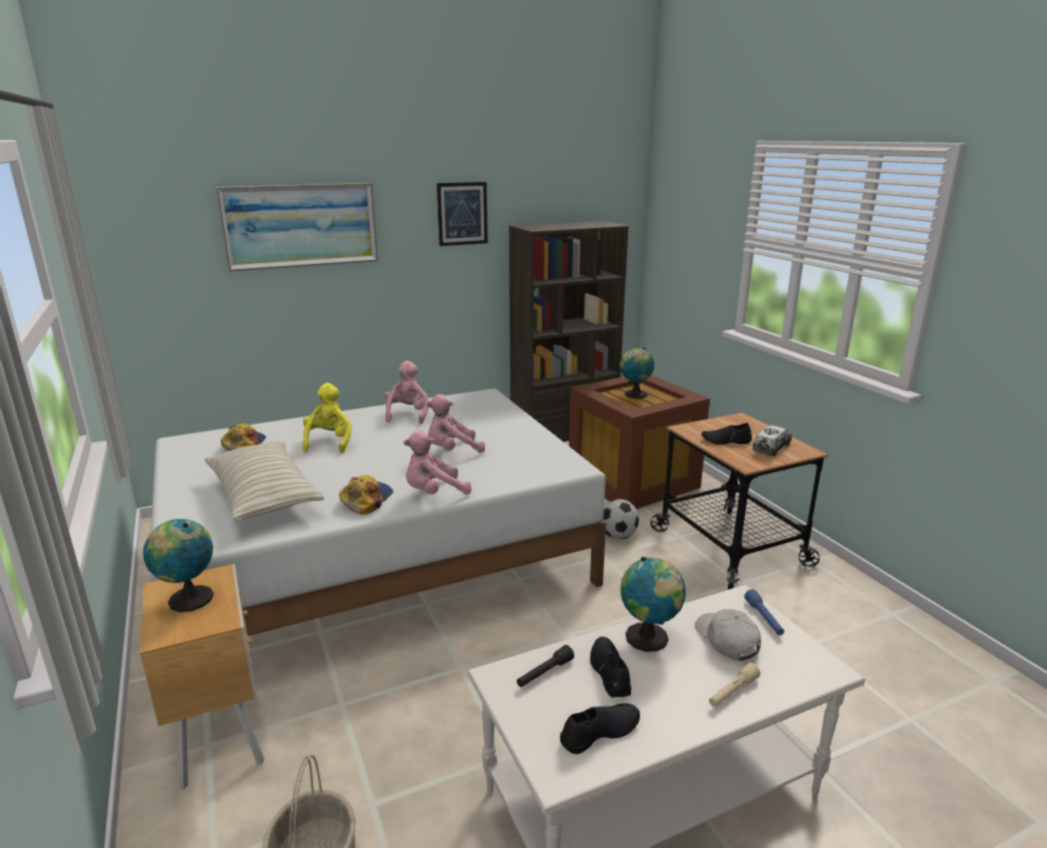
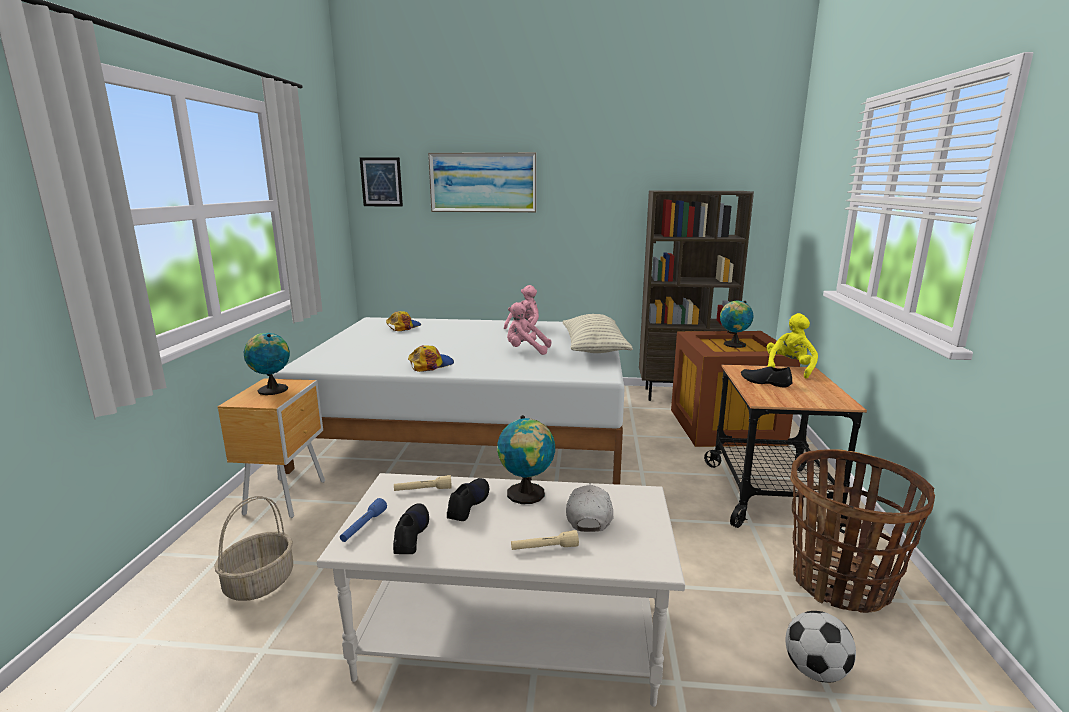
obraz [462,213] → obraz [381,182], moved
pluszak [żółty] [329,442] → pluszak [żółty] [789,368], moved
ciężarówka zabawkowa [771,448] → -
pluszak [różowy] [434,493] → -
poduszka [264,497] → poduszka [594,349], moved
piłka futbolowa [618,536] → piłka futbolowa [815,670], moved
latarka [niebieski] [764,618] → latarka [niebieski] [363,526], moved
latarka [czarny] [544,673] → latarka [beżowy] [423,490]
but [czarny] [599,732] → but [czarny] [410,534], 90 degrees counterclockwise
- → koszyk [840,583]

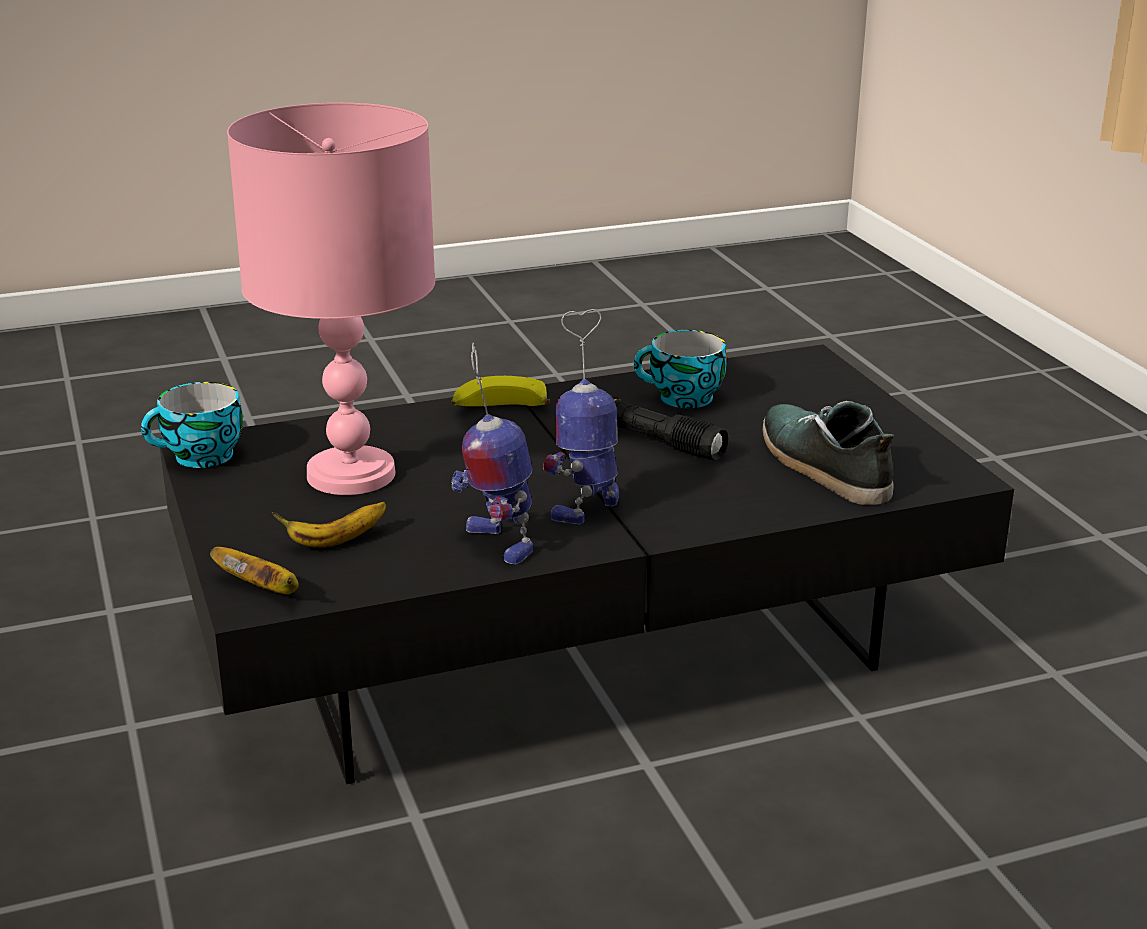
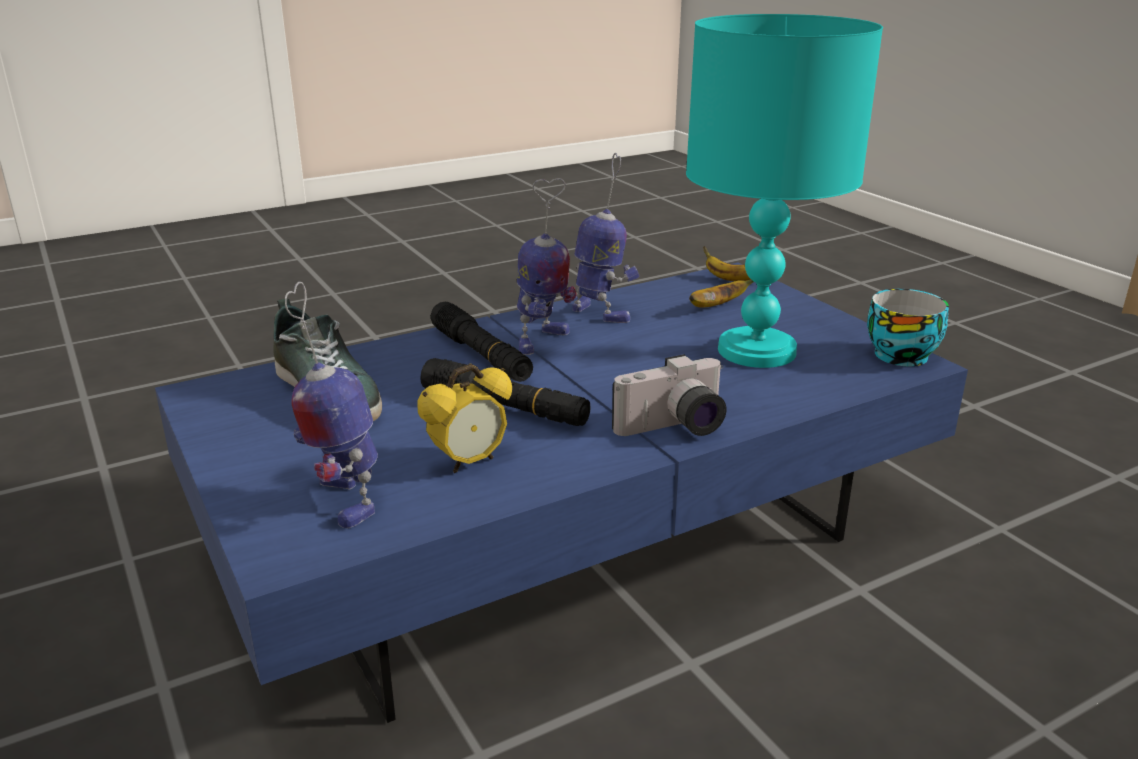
lampa stołowa [różowy] [353,474] → lampa stołowa [turkusowy] [755,351]
filiżanka [682,399] → budzik [469,462]
ława [czarny] [572,644] → ława [niebieski] [569,540]
banan [498,409] → aparat fotograficzny [674,429]
- → robot zabawkowy [343,500]
- → latarka [czarny] [481,355]

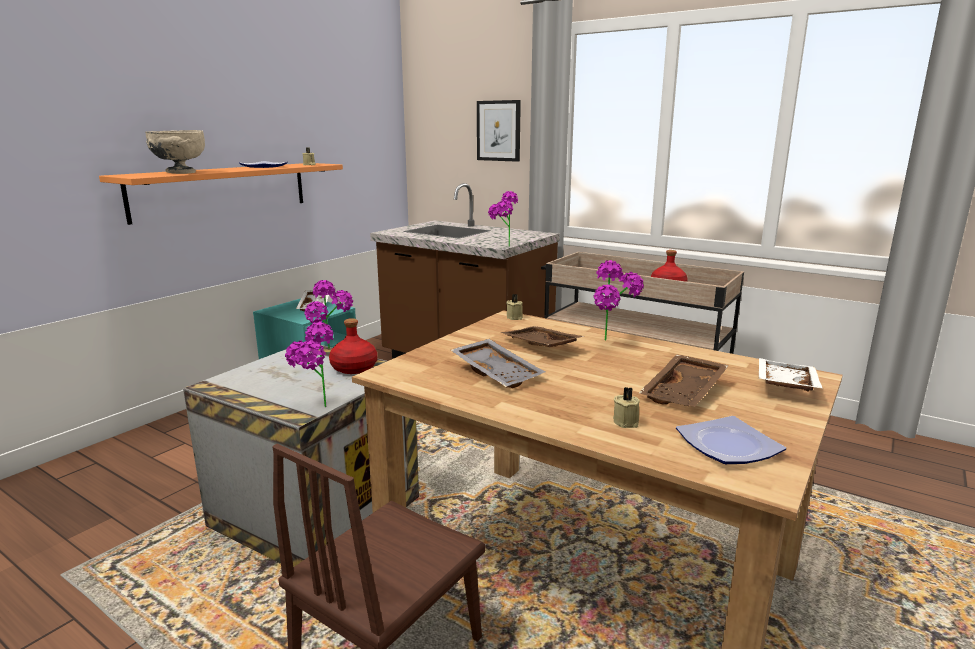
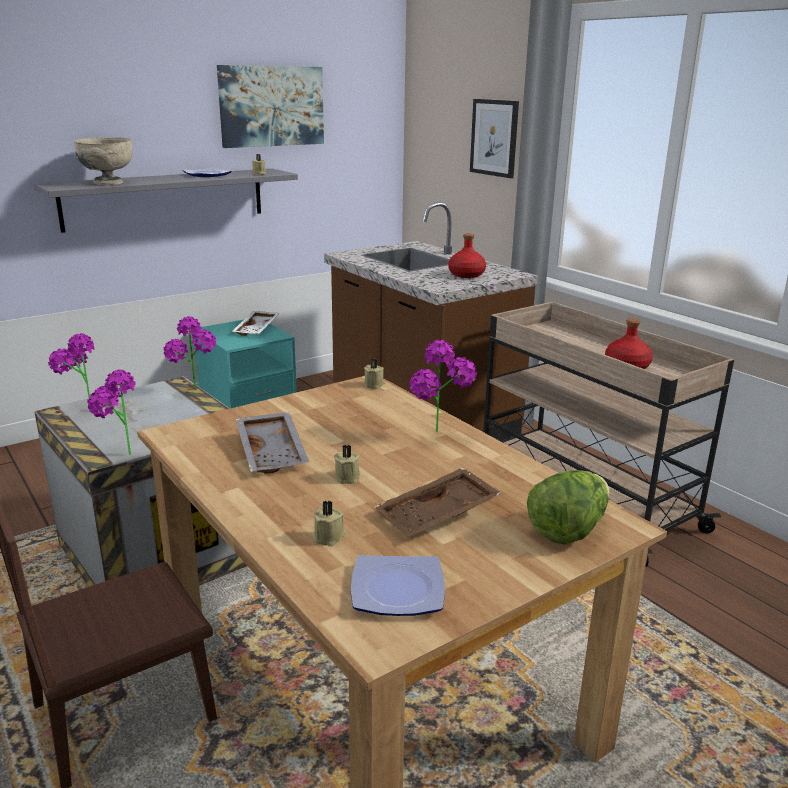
półka [pomarańczowy] [222,190] → półka [szary] [165,198]
roślina doniczkowa [503,247] → roślina doniczkowa [80,410], moved
butelka [czerwony] [354,368] → butelka [czerwony] [467,274], moved
taca [brązowy] [539,346] → -
taca [biały] [783,385] → sałata [568,530]
- → obraz [271,106]
- → świeca [beżowy] [348,477]

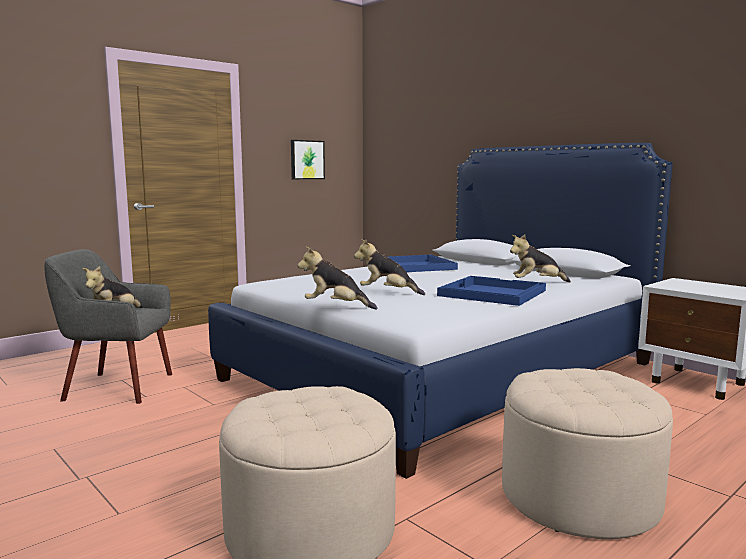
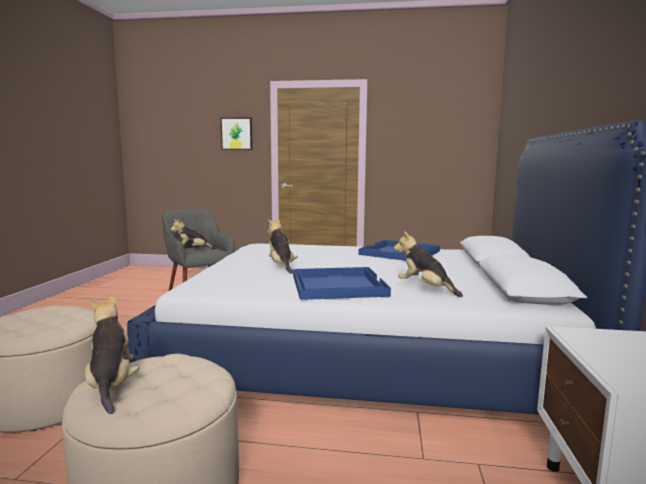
obraz [307,159] → obraz [237,134], moved
pluszak [336,306] → pluszak [111,385], moved

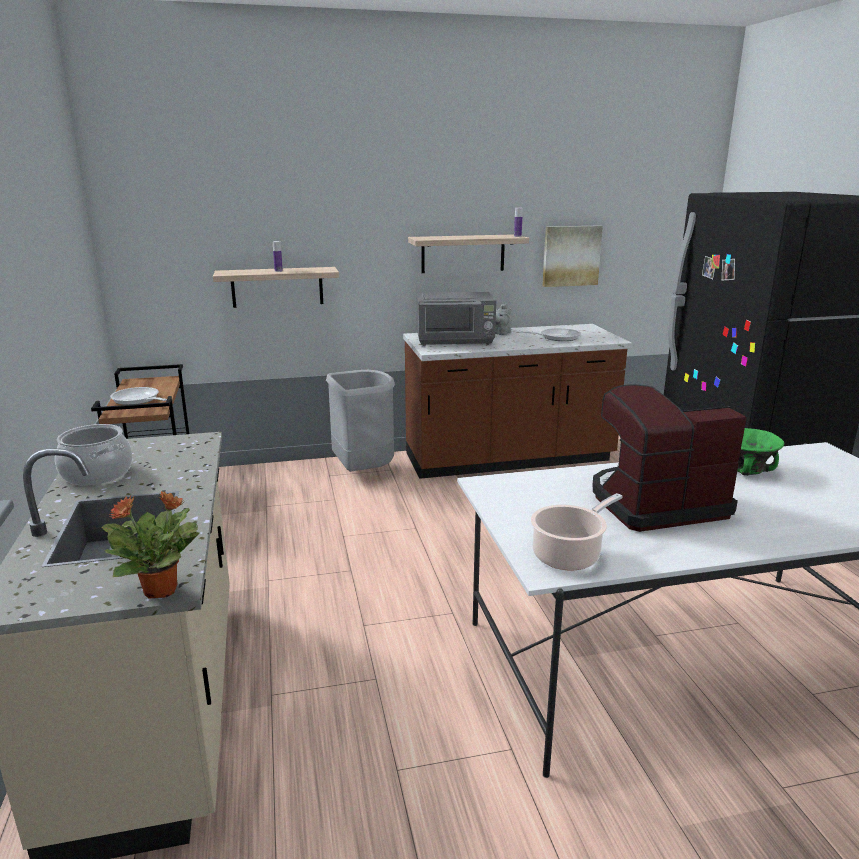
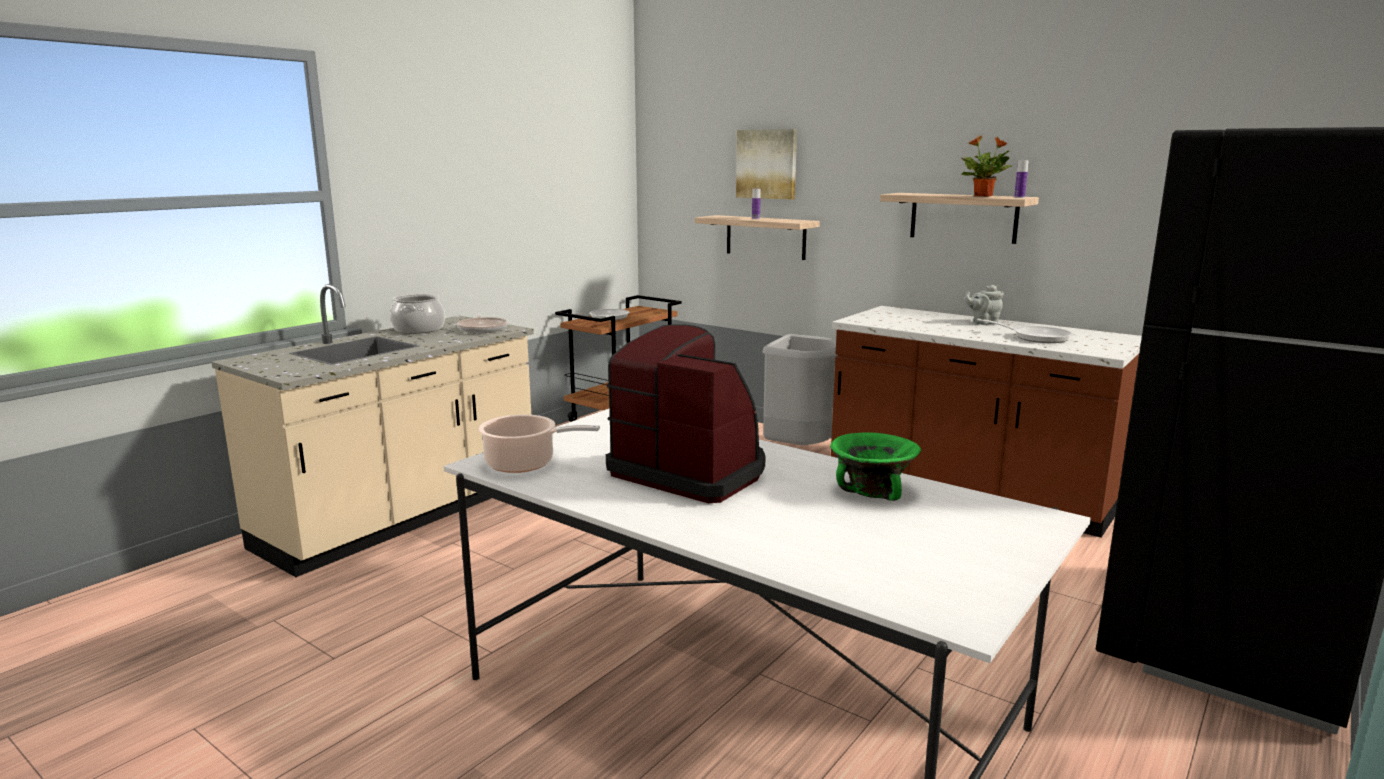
obraz [571,256] → obraz [767,164], moved
mikrofalówka [szary] [455,341] → -
roślina doniczkowa [162,590] → roślina doniczkowa [983,196], moved
- → patelnia [482,328]

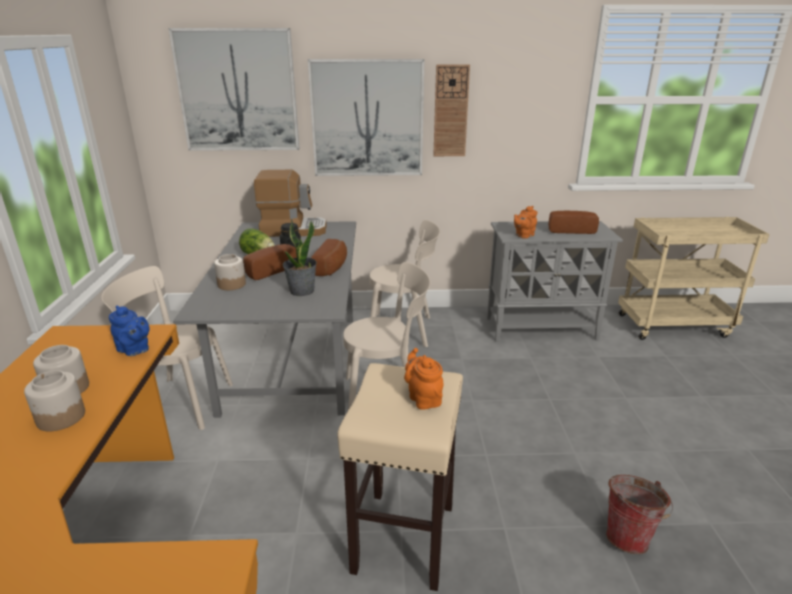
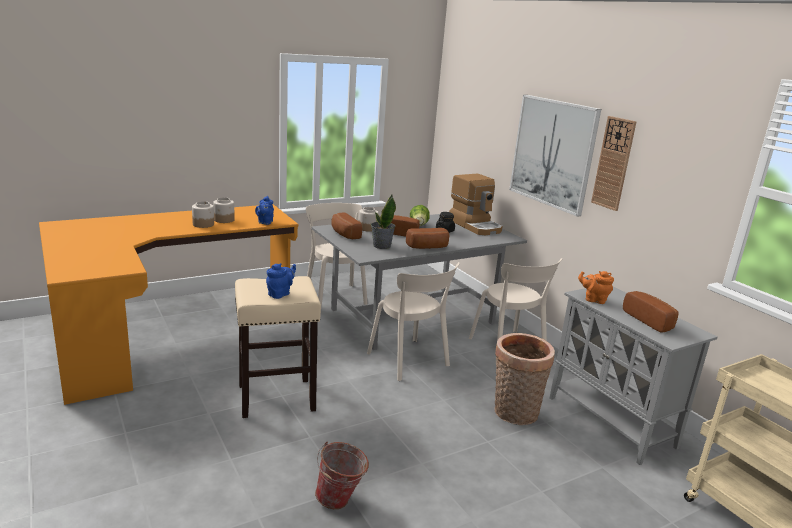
obraz [238,91] → -
imbryk [pomarańczowy] [423,398] → imbryk [niebieski] [280,294]
- → chleb [344,234]
- → koszyk [514,414]

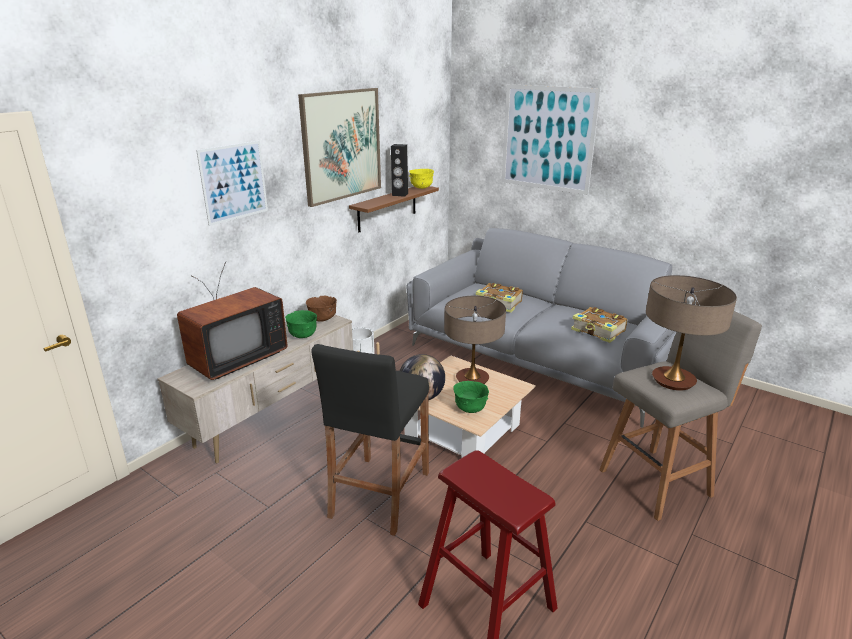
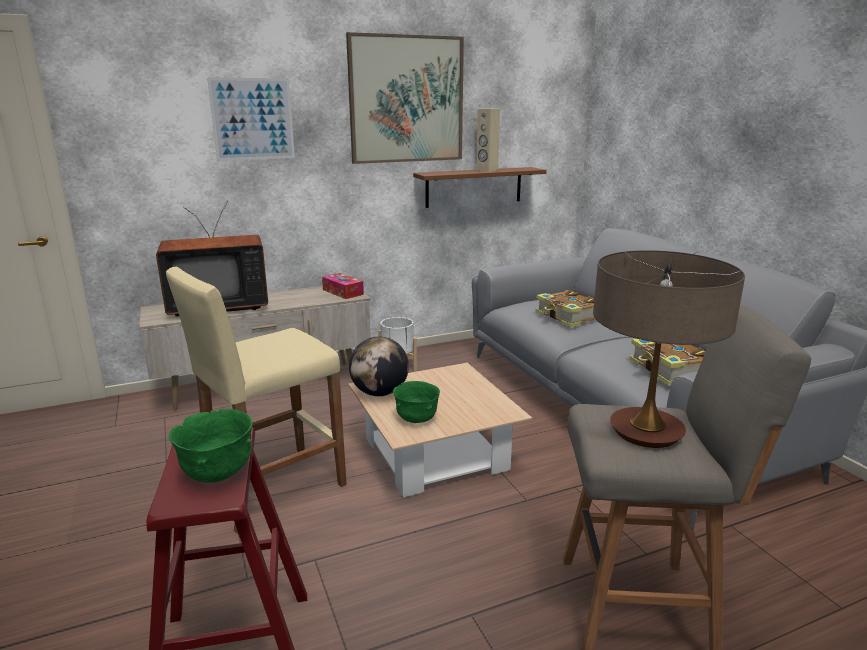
obraz [547,138] → -
głośnik [czarny] [400,194] → głośnik [beżowy] [487,170]
miska [żółty] [421,188] → -
miska [brązowy] [322,319] → pudełko chusteczek [343,292]
lampa stołowa [472,379] → -
miska [zielony] [303,336] → miska [zielony] [218,473], moved
stołek [czarny] [379,494] → stołek [beżowy] [272,487]

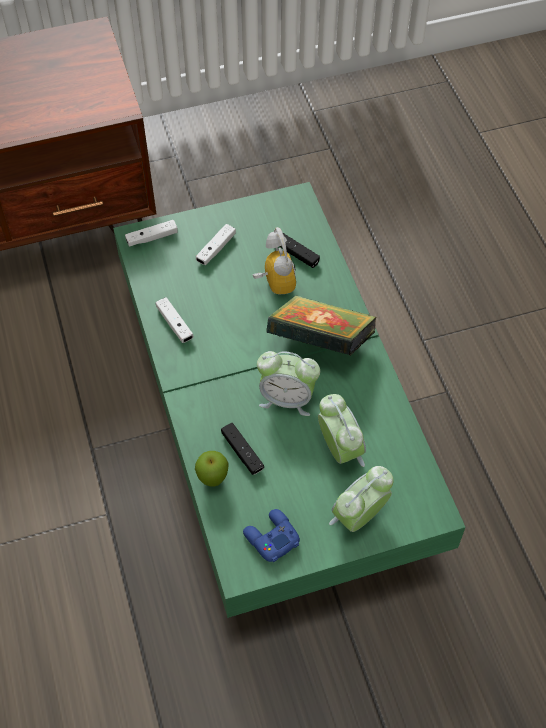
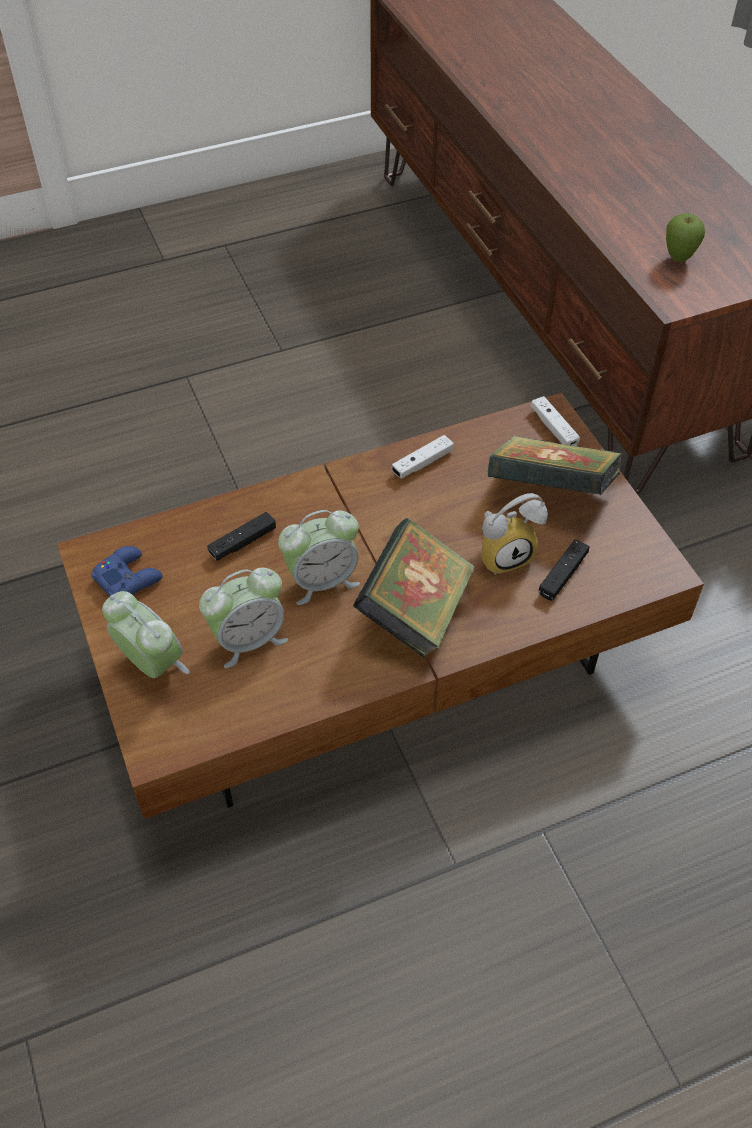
ława [zielony] [271,424] → ława [brązowy] [376,650]
pad do gier [biały] [216,249] → książka [550,491]
budzik [287,399] → budzik [322,581], 120 degrees counterclockwise
jabłko [213,480] → jabłko [678,259], moved

